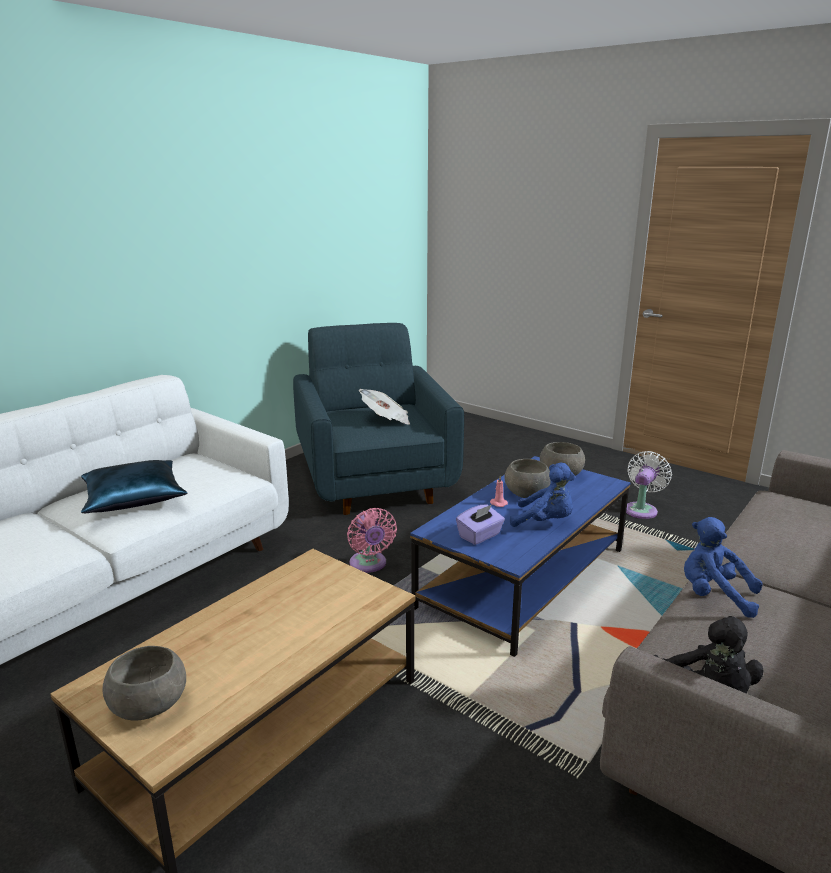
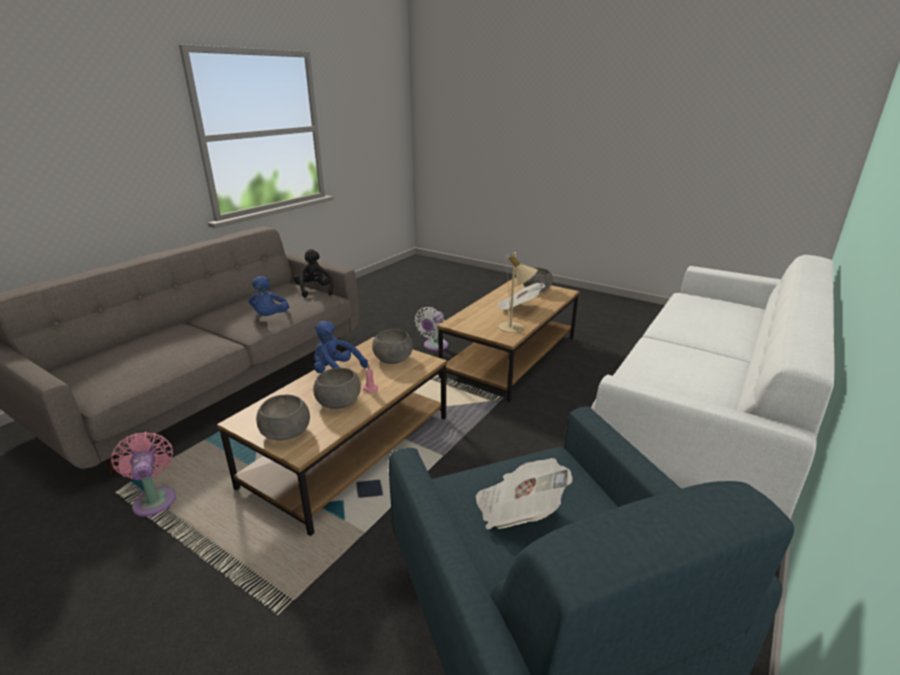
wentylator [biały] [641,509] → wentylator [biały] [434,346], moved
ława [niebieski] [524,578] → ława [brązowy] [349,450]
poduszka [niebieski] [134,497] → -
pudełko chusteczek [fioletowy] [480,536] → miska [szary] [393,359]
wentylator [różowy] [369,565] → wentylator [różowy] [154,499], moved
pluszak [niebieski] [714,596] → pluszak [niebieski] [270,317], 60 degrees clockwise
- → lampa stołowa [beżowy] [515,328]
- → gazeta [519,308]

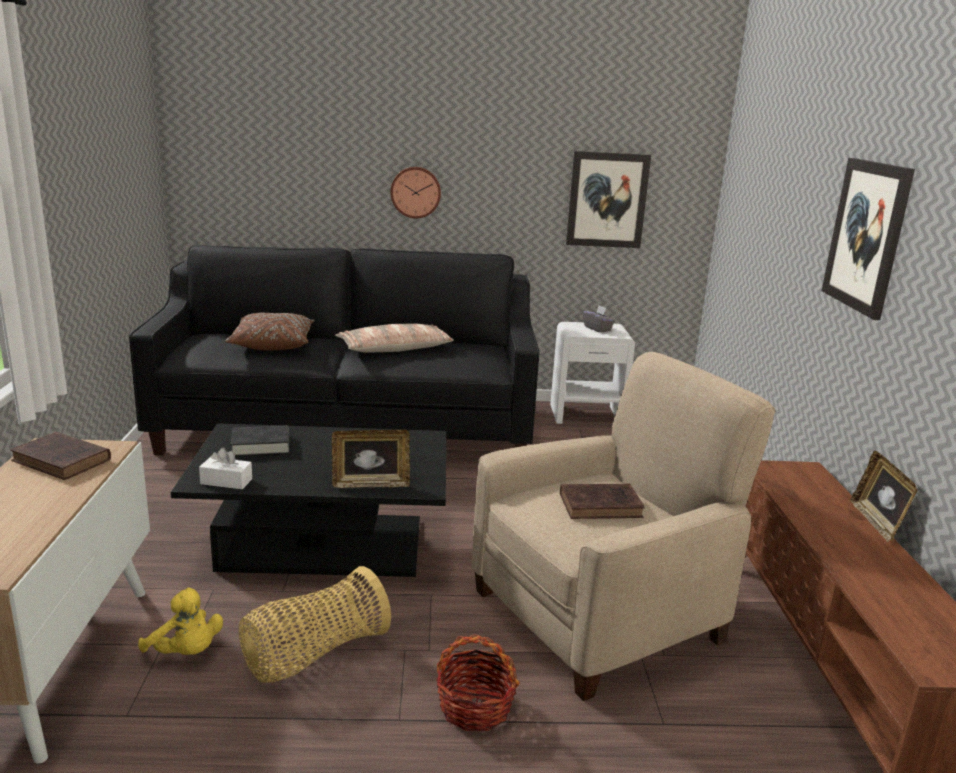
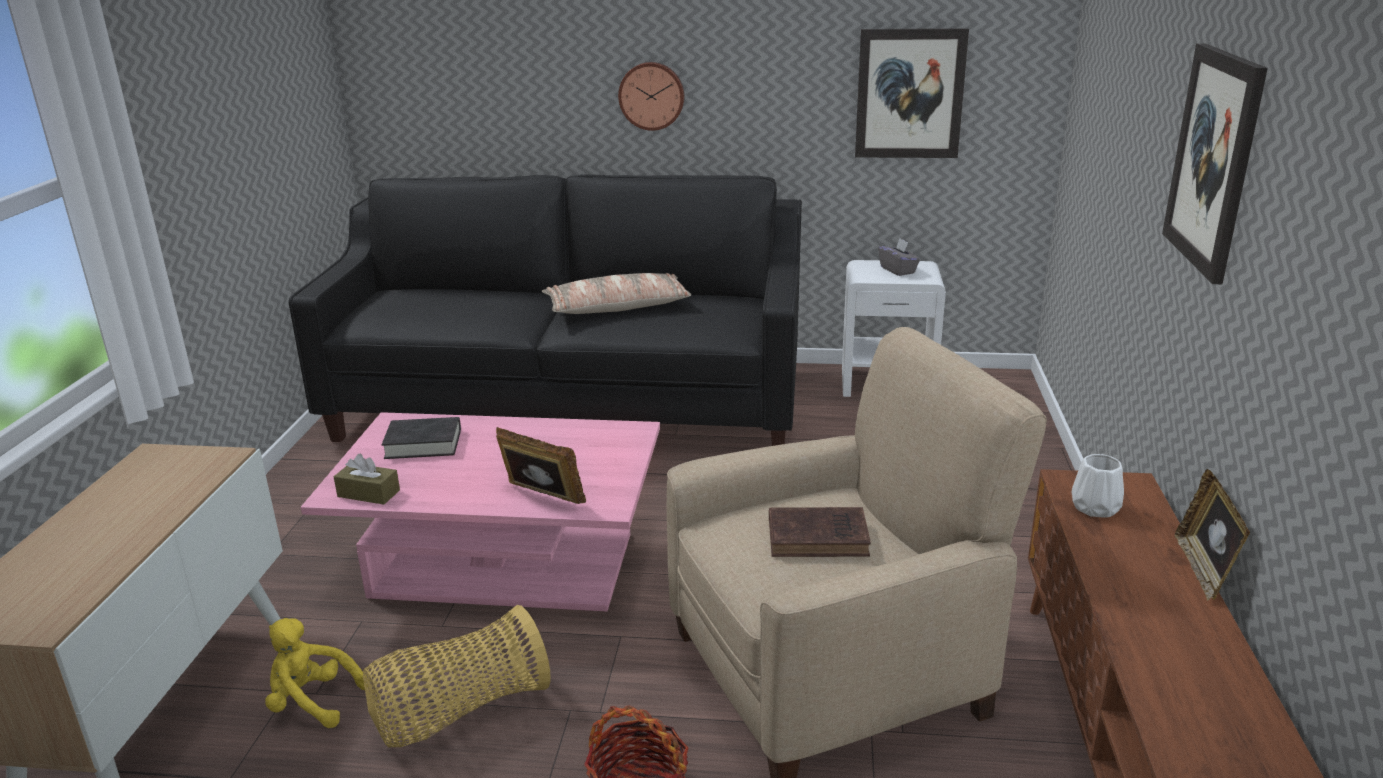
poduszka [brązowy] [272,344] → -
ława [czarny] [323,544] → ława [różowy] [504,565]
ramka na zdjęcie [371,484] → ramka na zdjęcie [541,498], 150 degrees counterclockwise
książka [brązowy] [63,461] → -
pudełko chusteczek [biały] [226,481] → pudełko chusteczek [brązowy] [368,493]
pluszak [żółty] [186,652] → pluszak [żółty] [312,702], 150 degrees clockwise
- → wazon [biały] [1096,508]

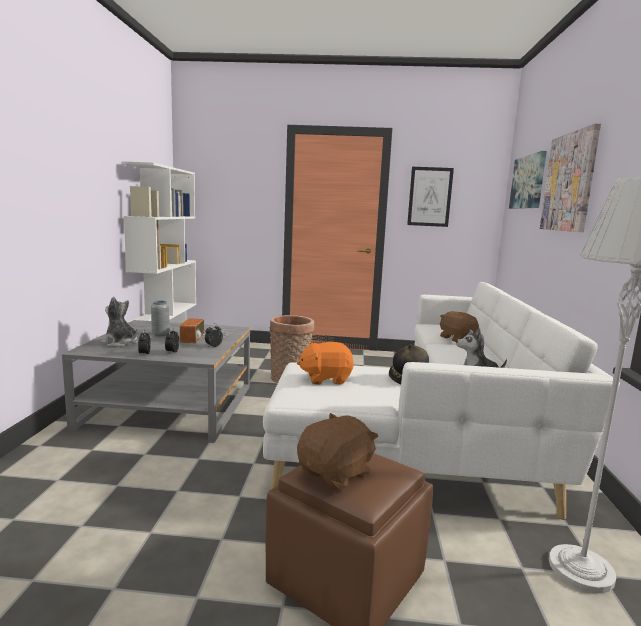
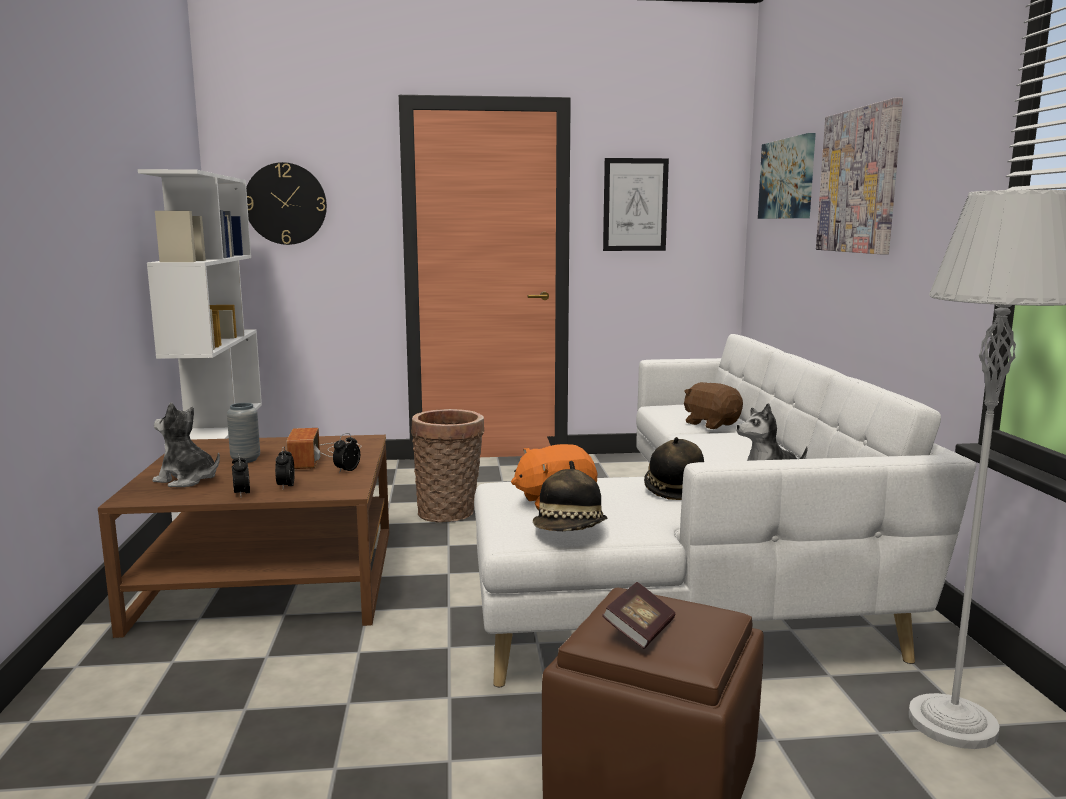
ława [szary] [170,406] → ława [brązowy] [271,578]
pluszak [brązowy] [336,474] → książka [639,631]
- → zegar ścienny [286,204]
- → kapelusz [570,531]

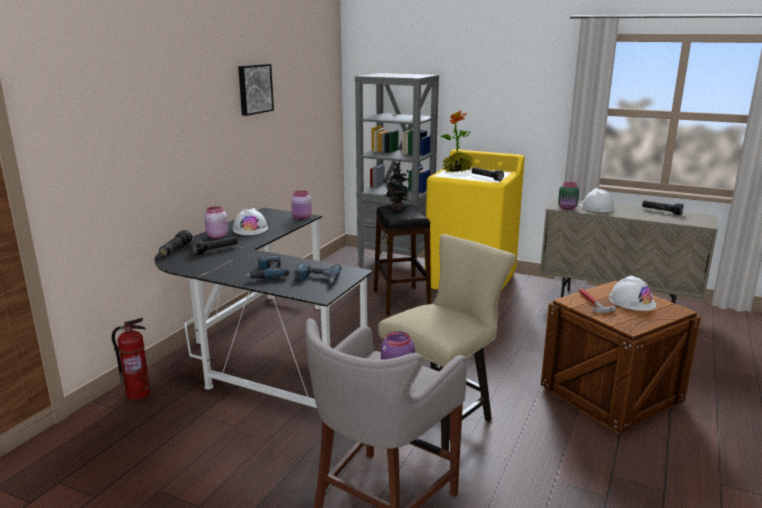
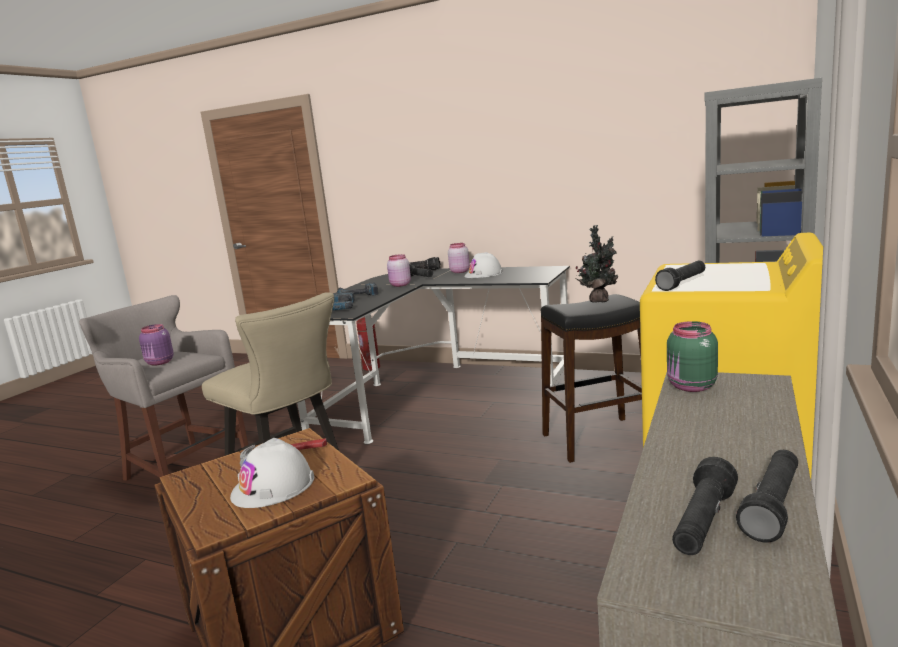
obraz [254,89] → -
roślina doniczkowa [457,170] → -
kask [biały] [596,207] → -
słoik [różowy] [302,218] → słoik [różowy] [400,285], moved
- → latarka [czarny] [703,524]

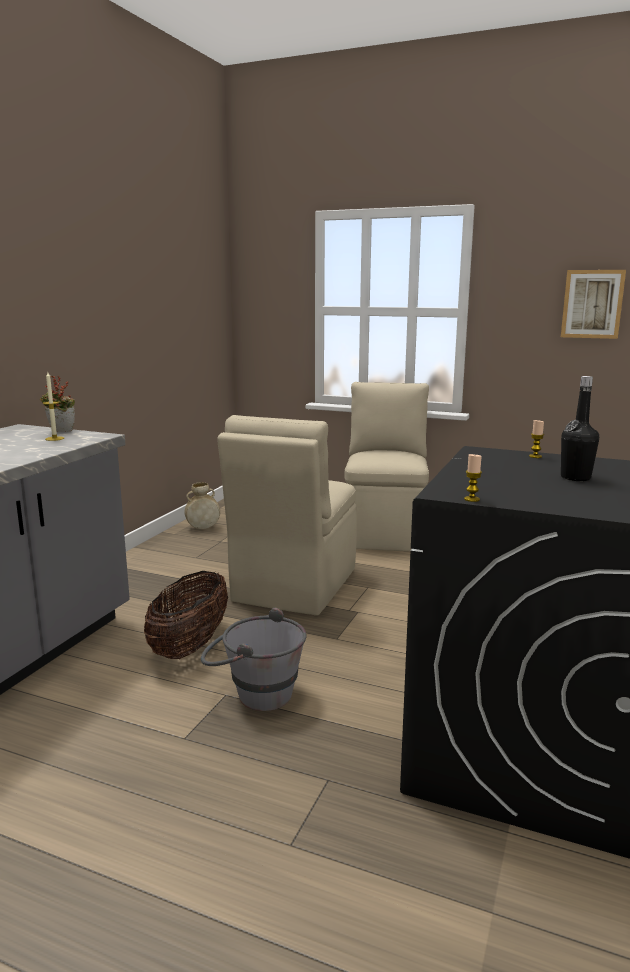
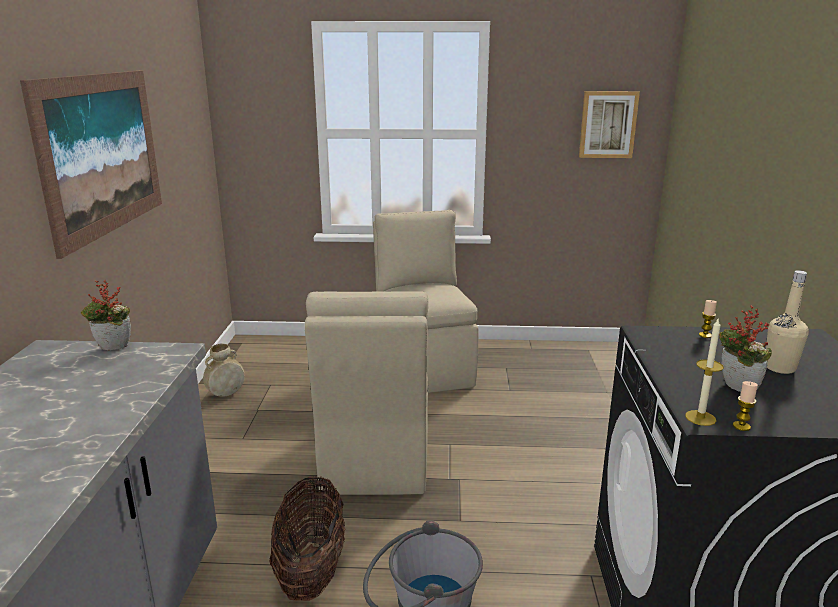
świeca [54,438] → świeca [700,418], moved
butelka [czarny] [575,478] → butelka [beżowy] [779,368]
- → obraz [102,154]
- → roślina doniczkowa [734,389]

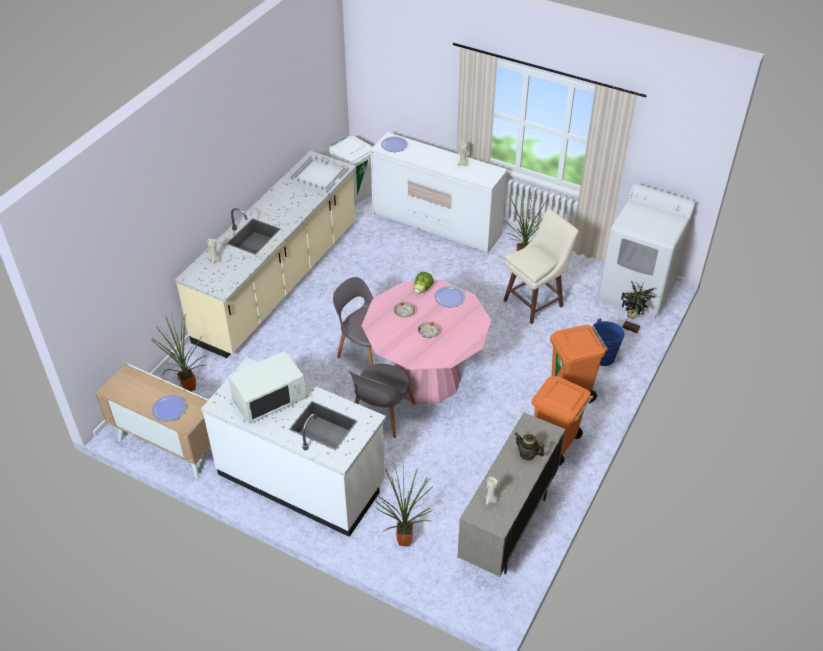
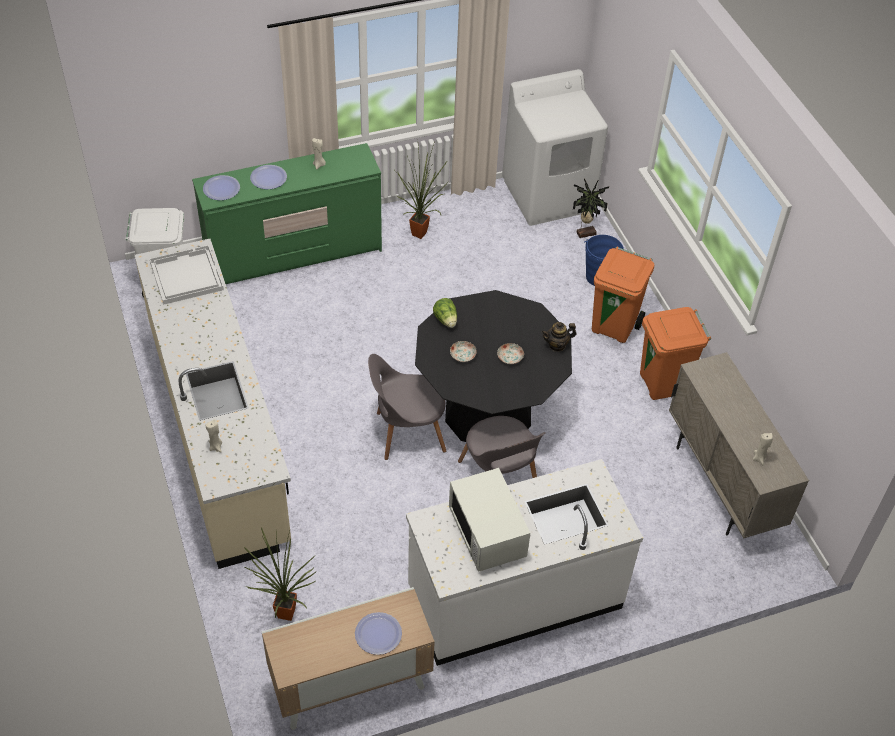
komoda [biały] [436,225] → komoda [zielony] [294,255]
stołek [beżowy] [535,303] → -
stół jadalny [różowy] [425,378] → stół jadalny [czarny] [488,413]
talerz [450,297] → talerz [268,178], moved
mikrofalówka [biały] [269,399] → mikrofalówka [biały] [487,533], 150 degrees clockwise
imbryk [527,454] → imbryk [557,345], moved
roślina doniczkowa [405,539] → -

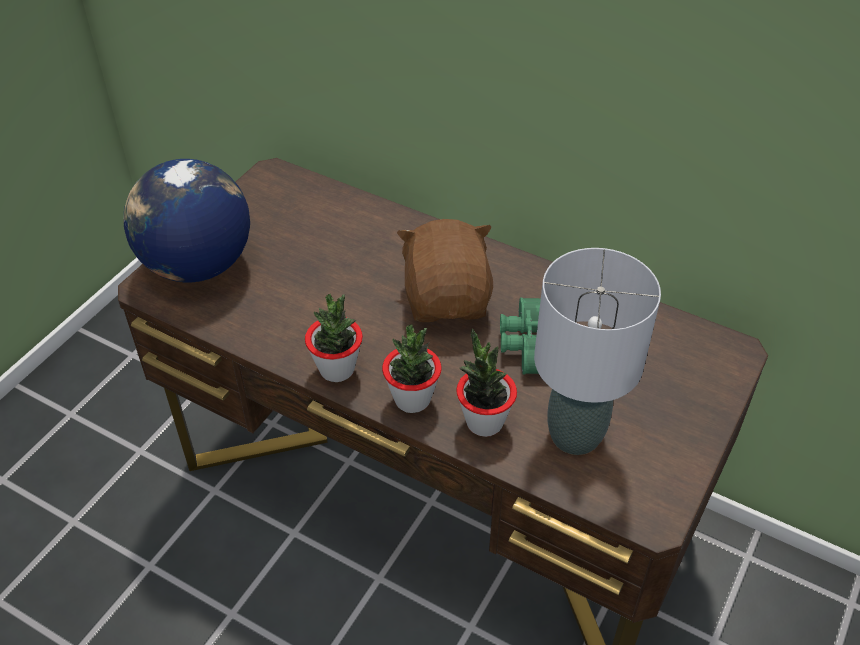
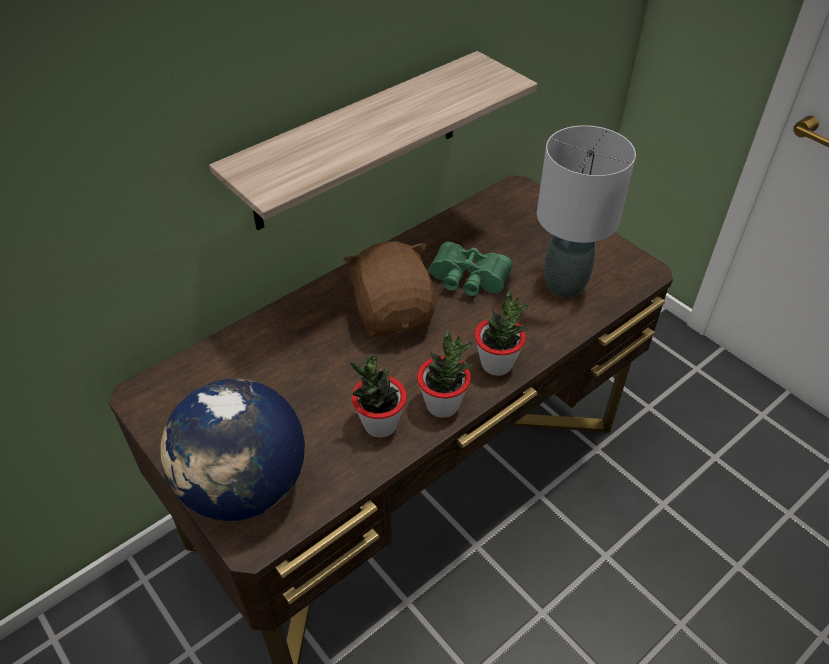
pluszak [brązowy] [447,299] → pluszak [brązowy] [394,313], 60 degrees clockwise
roślina doniczkowa [484,422] → roślina doniczkowa [380,424], moved
- → półka [357,142]

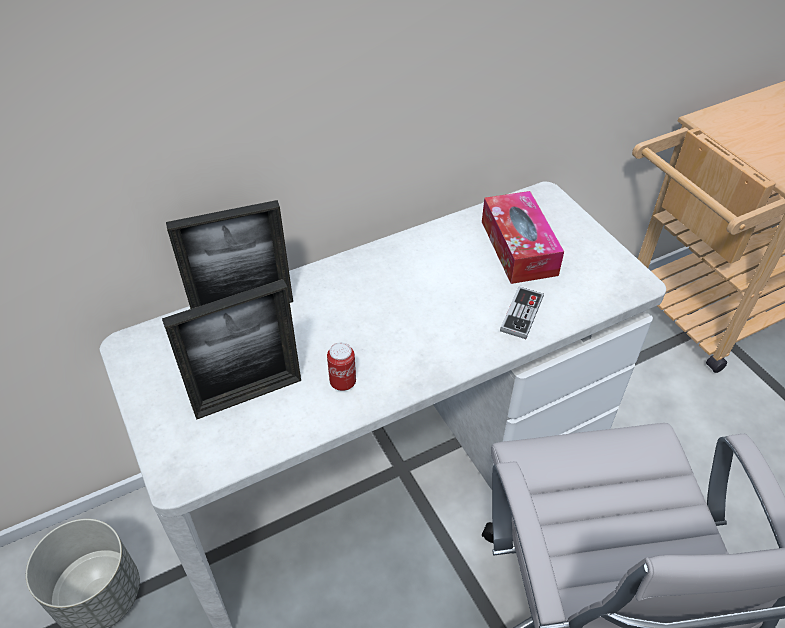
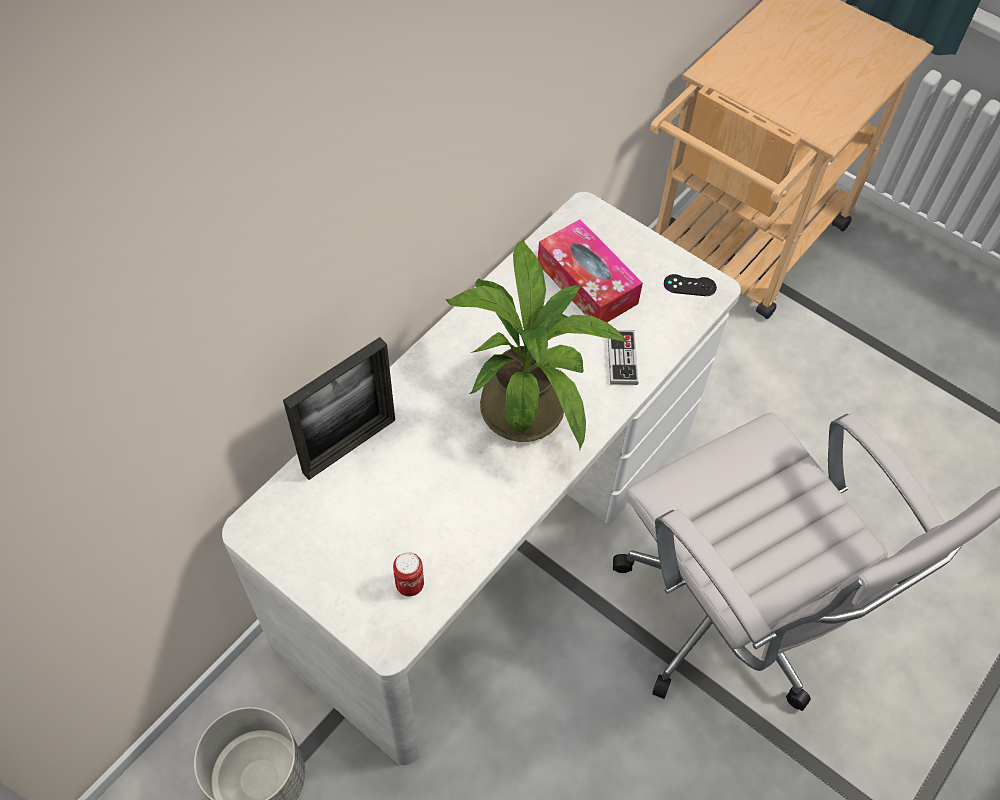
ramka na zdjęcie [248,395] → -
puszka [343,382] → puszka [409,584], moved
- → roślina doniczkowa [525,400]
- → pad do gier [czarny] [689,285]

